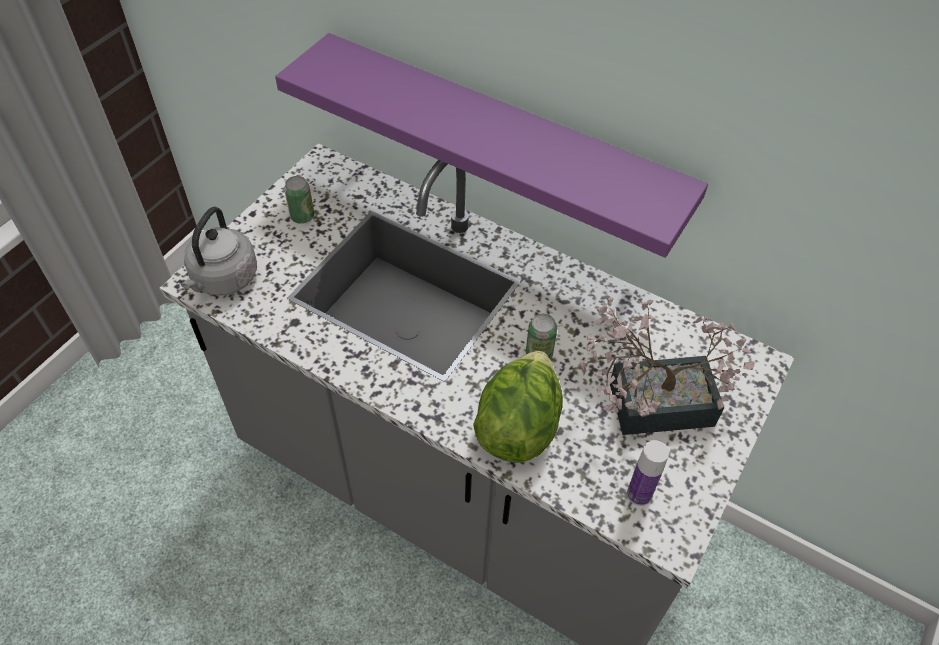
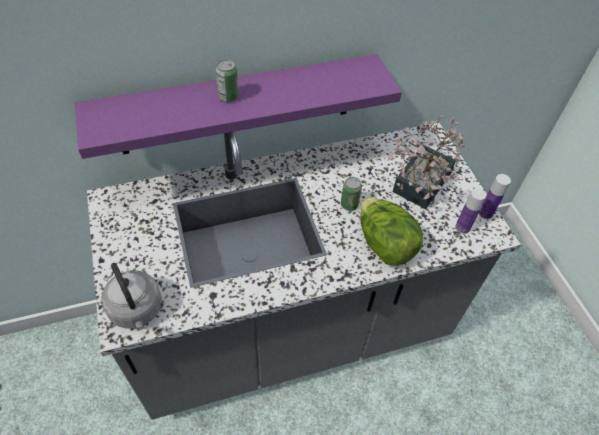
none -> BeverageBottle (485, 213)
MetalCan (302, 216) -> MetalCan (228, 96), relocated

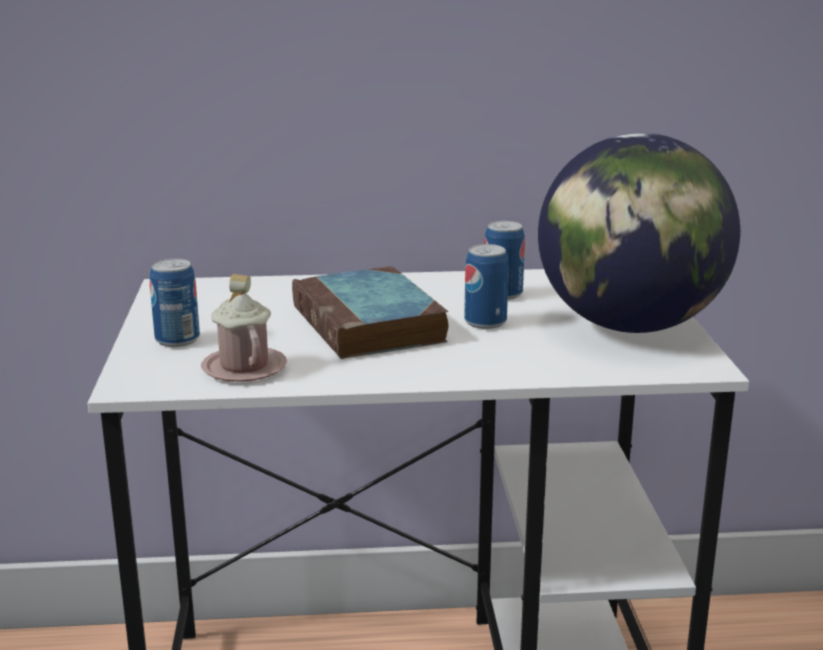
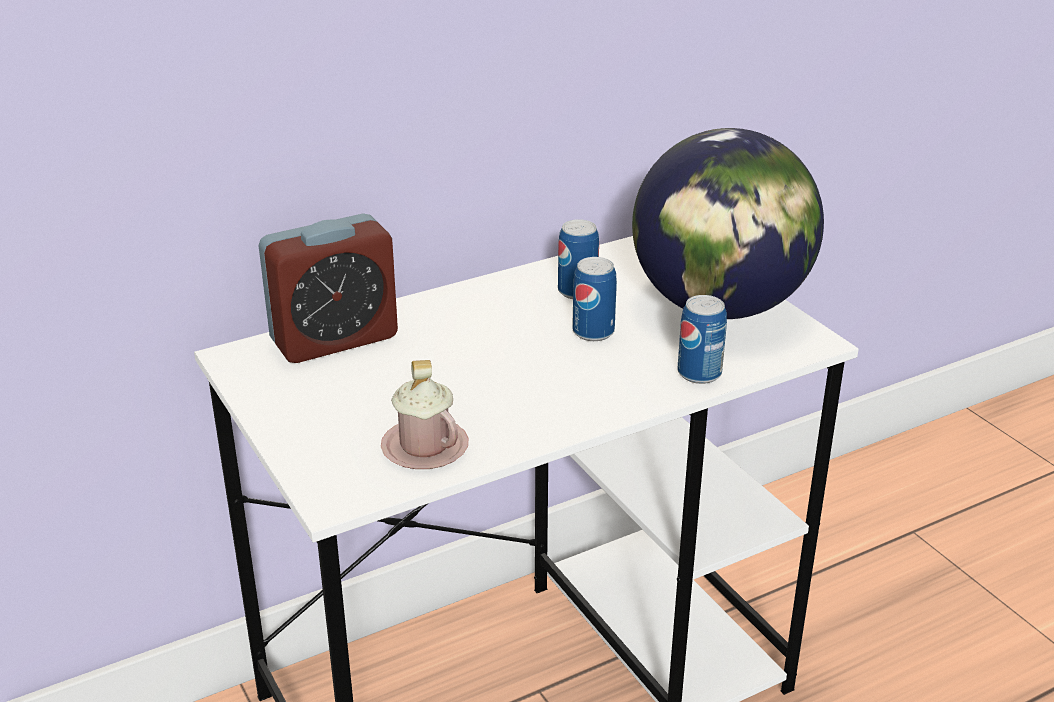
Book (370, 325) -> none
none -> BedsideClock (334, 339)
MetalCan (177, 340) -> MetalCan (699, 373), relocated

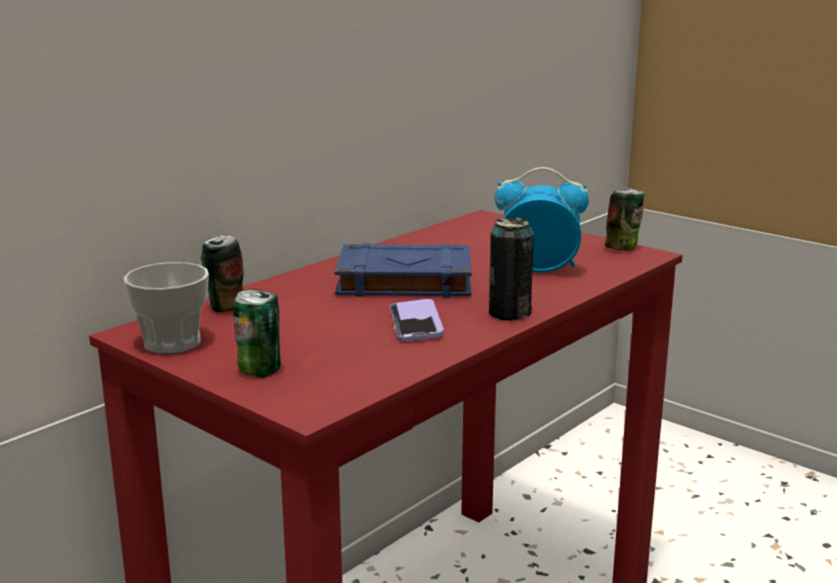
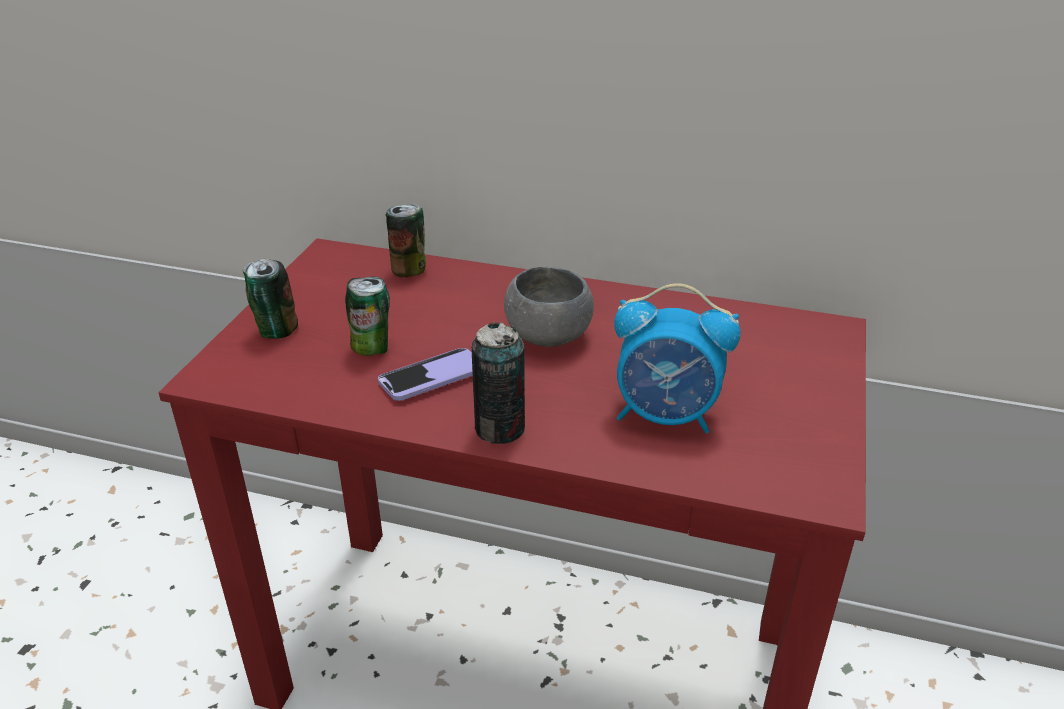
DrinkingCup (172, 343) -> none
MetalCan (622, 248) -> MetalCan (372, 348), relocated
BluishBook (403, 281) -> GrayDeepDish (548, 336)
BedsideClock (538, 270) -> BedsideClock (666, 416), 120 degrees clockwise

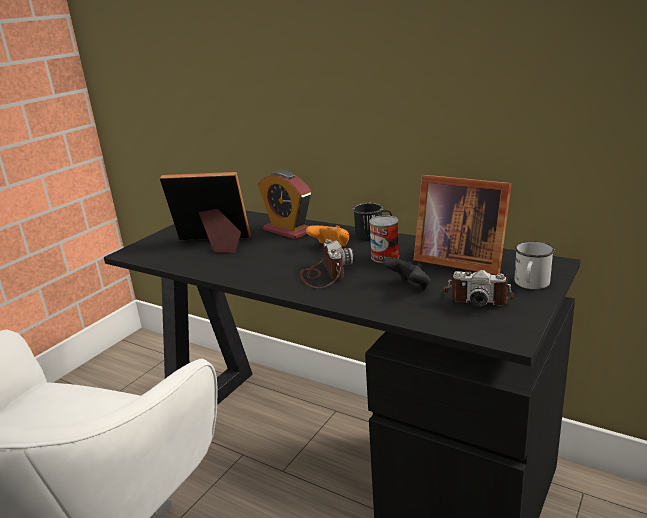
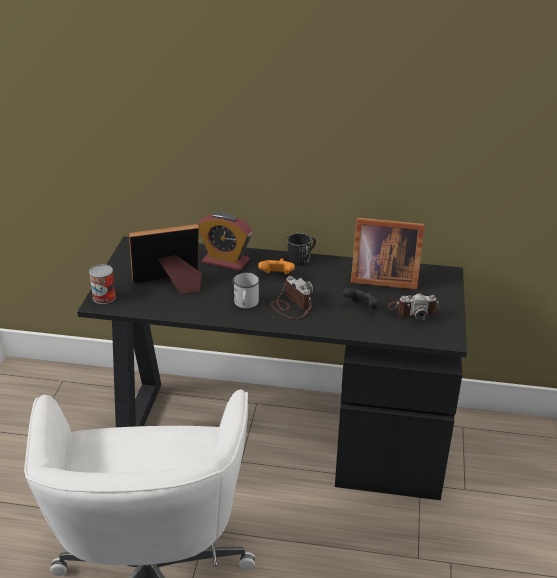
MetalCan (385, 257) -> MetalCan (104, 297), relocated
WhitishCoffeeMug (530, 284) -> WhitishCoffeeMug (245, 304), relocated

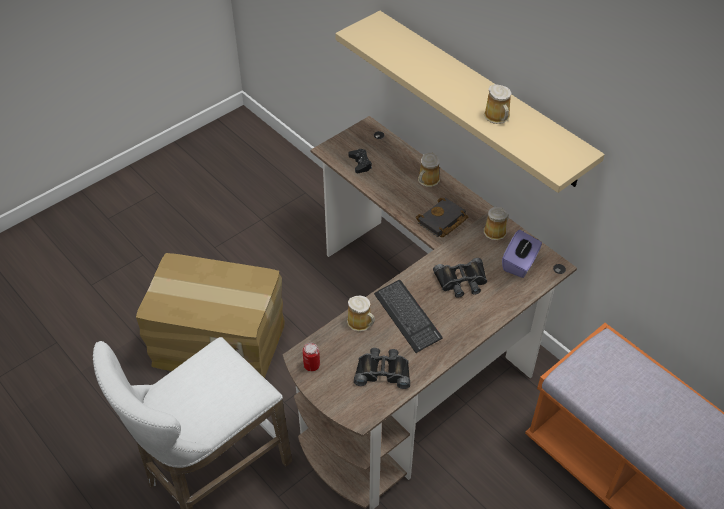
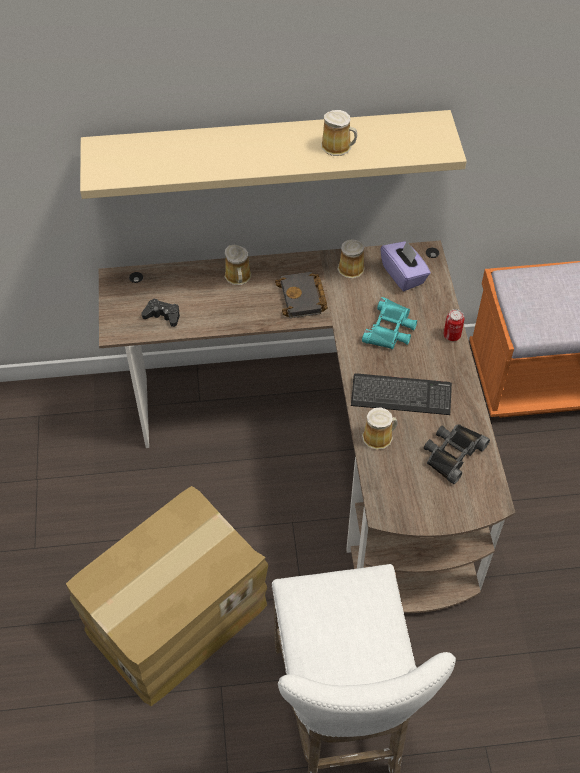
MetalCan (311, 365) -> MetalCan (452, 335), relocated
BlackishPairOfBinoculars (461, 281) -> TurquoisePairOfBinoculars (390, 329)

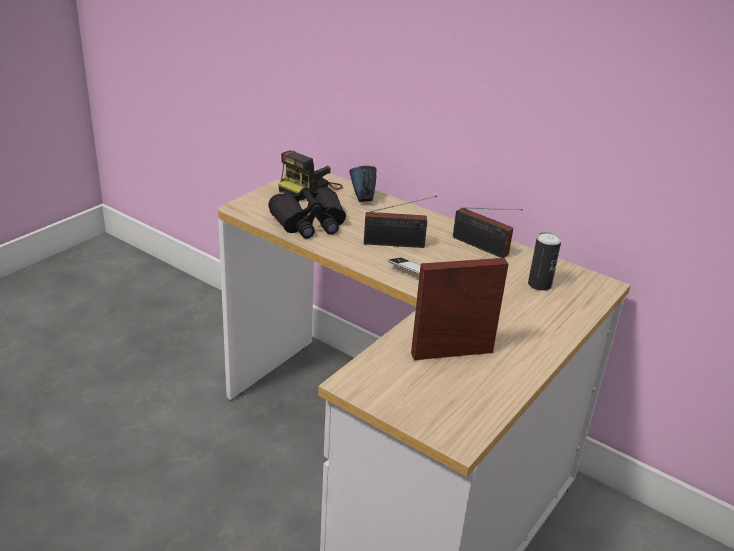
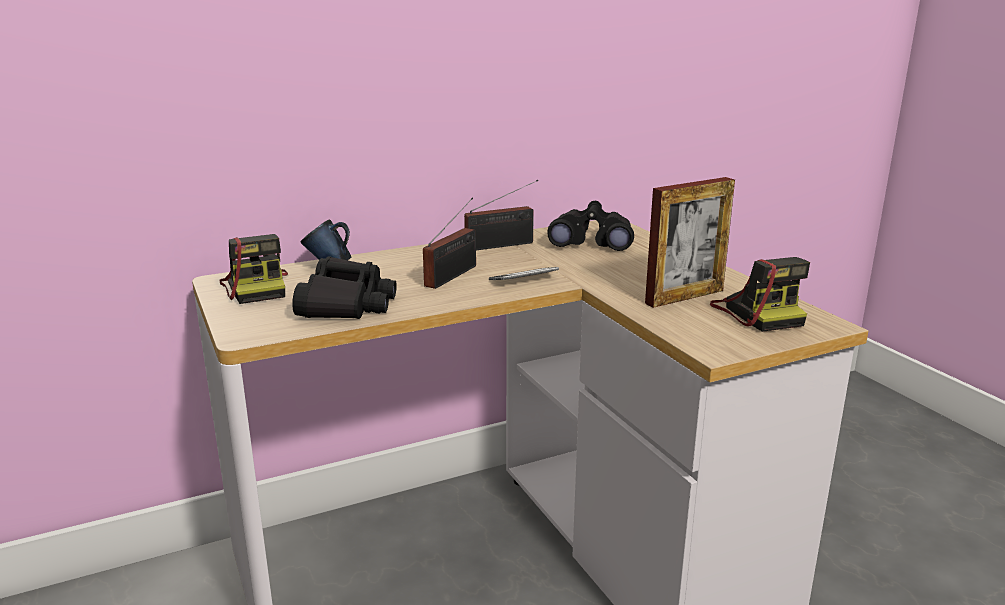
none -> StillCamera (757, 313)
MetalCan (539, 284) -> BlackishPairOfBinoculars (591, 242)
PictureFrame (452, 353) -> PictureFrame (684, 297), 135 degrees counterclockwise

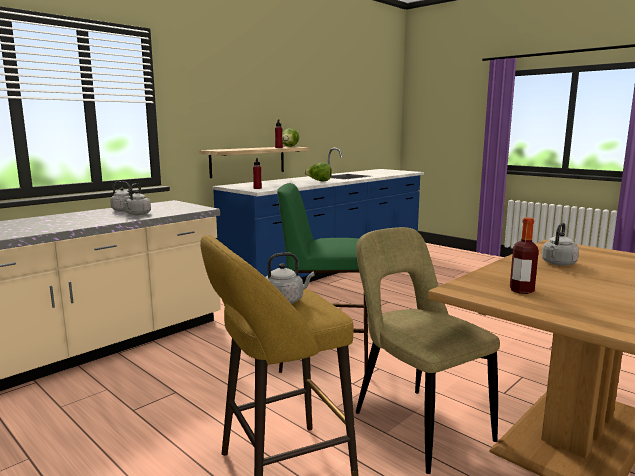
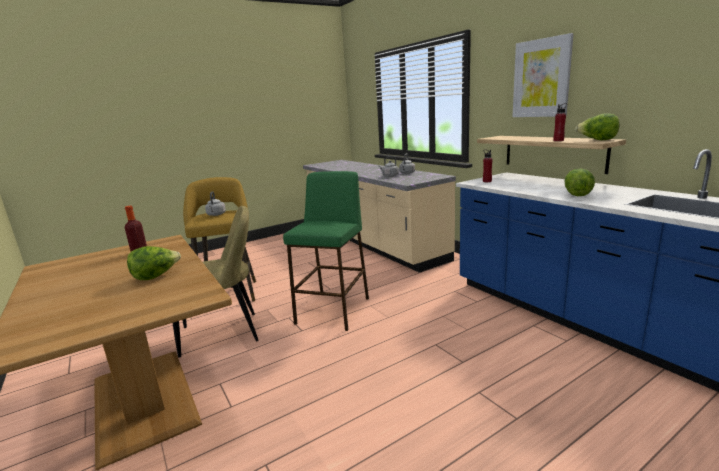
none -> WallArt (541, 78)
GrayWaterKettle (558, 264) -> LettuceHead (156, 276)

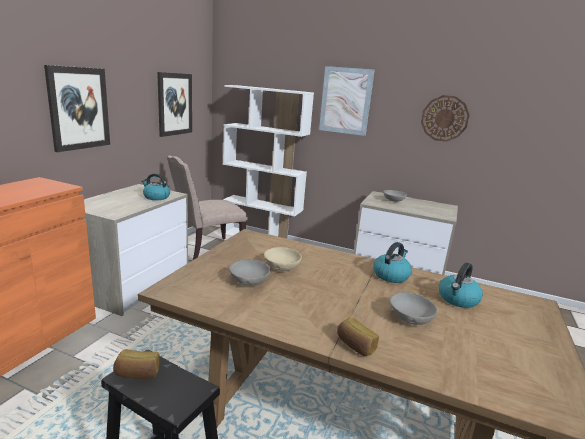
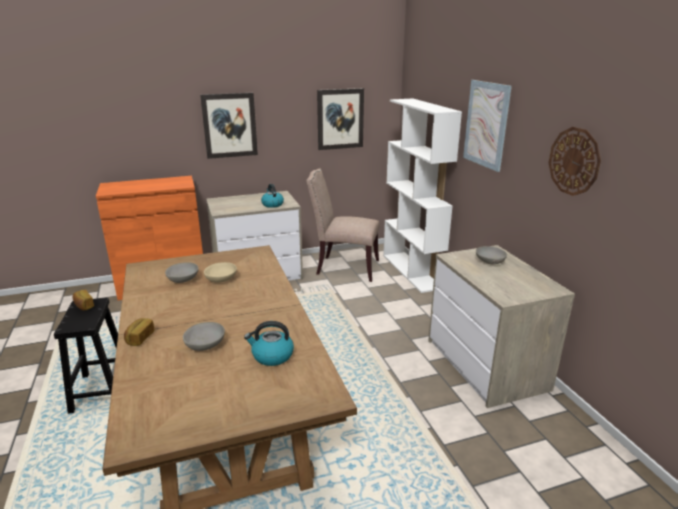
WaterKettle (391, 275) -> none

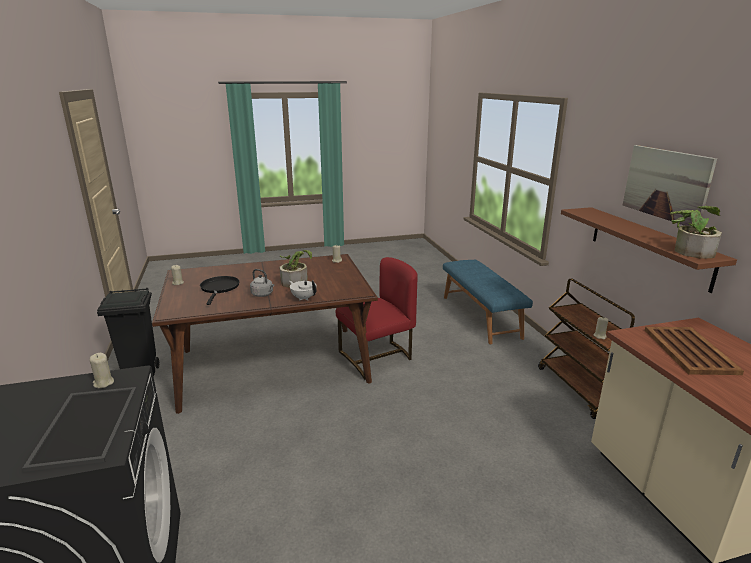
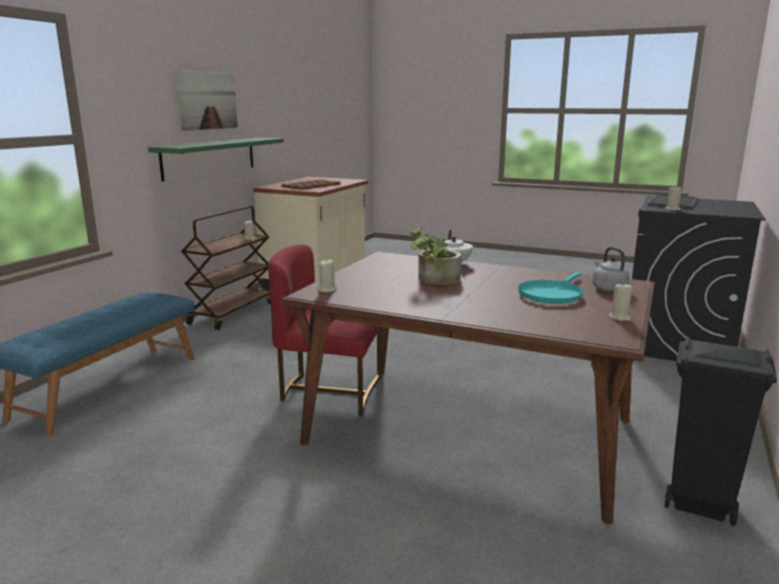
PottedPlant (690, 250) -> none
GrayWaterKettle (263, 294) -> GrayWaterKettle (608, 288), relocated
BlackishFryingPan (219, 288) -> TurquoiseFryingPan (551, 294)
BrownShelf (648, 246) -> GreenShelf (210, 157)

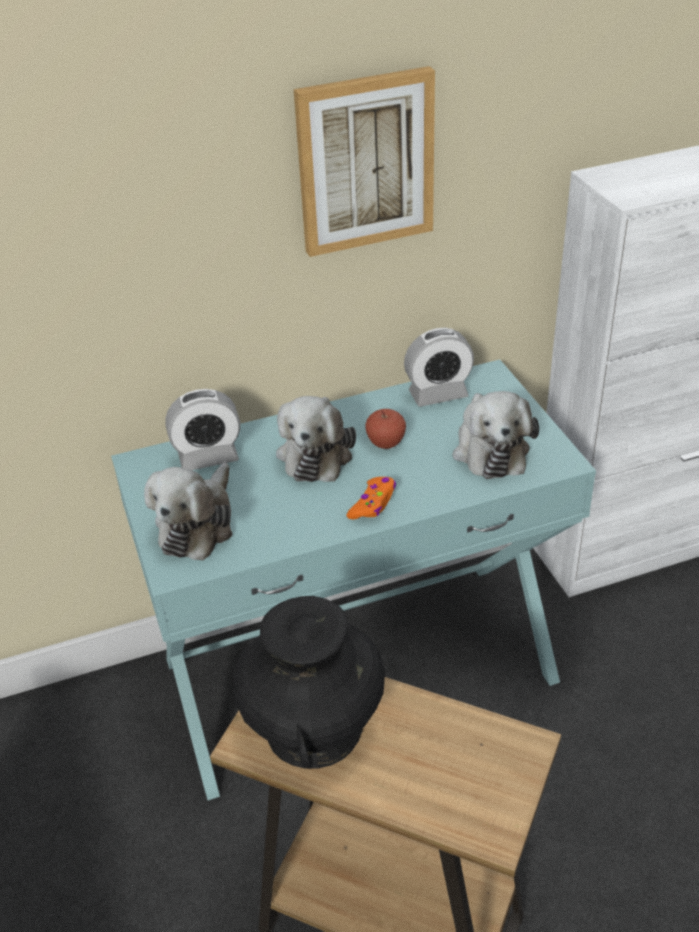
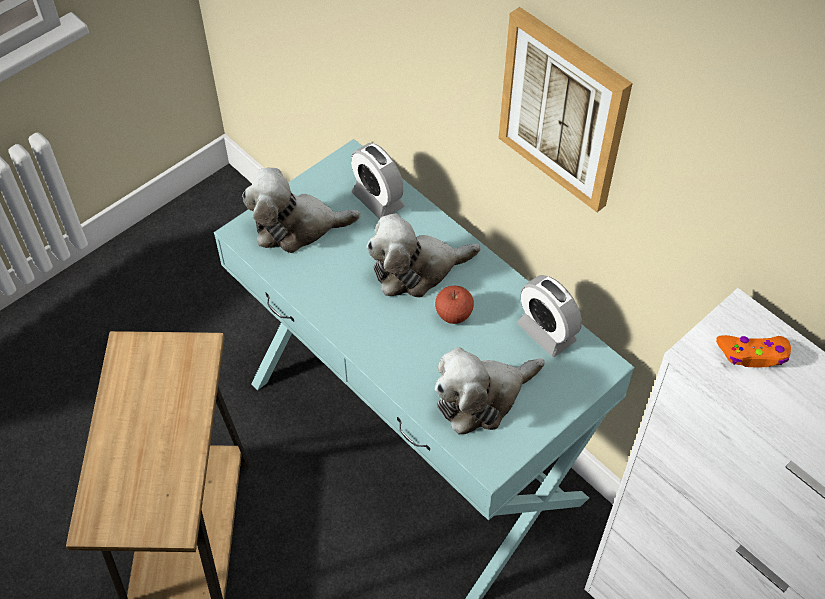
BlackishVase (314, 728) -> none
OrangeGamepad (373, 504) -> OrangeGamepad (753, 354), relocated

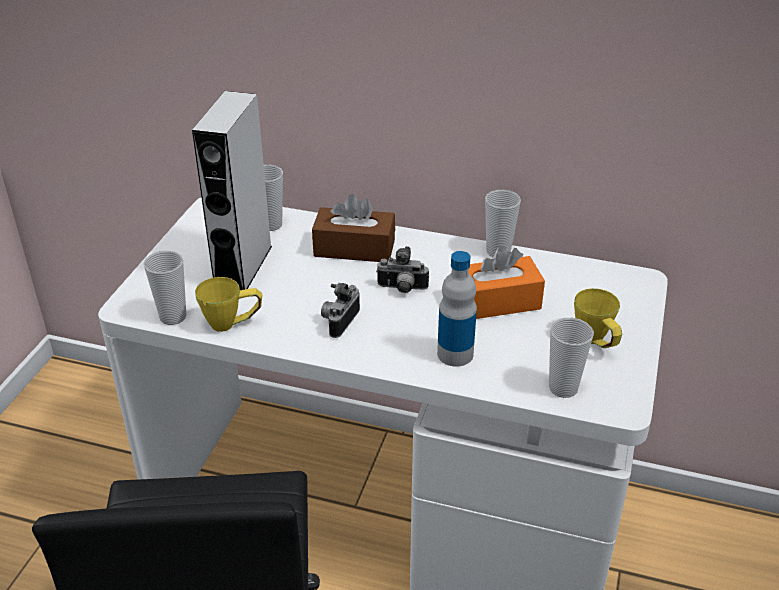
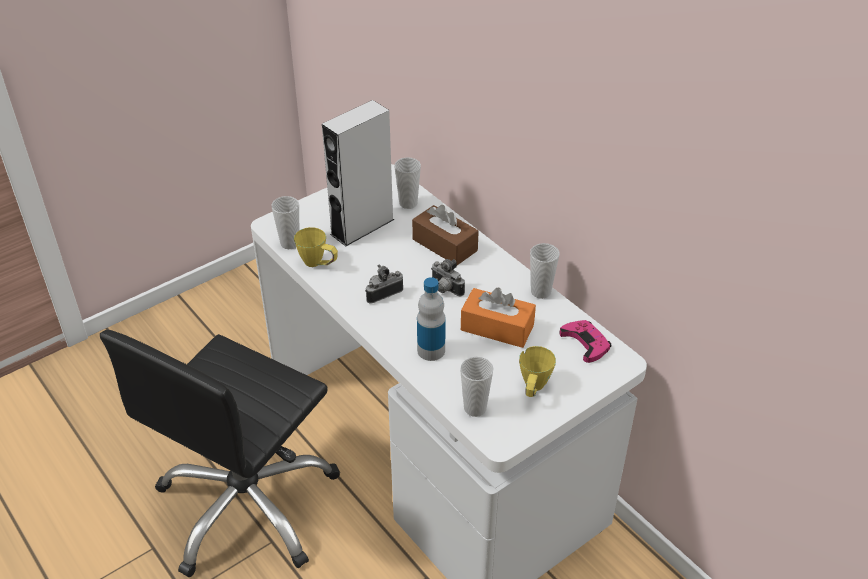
none -> PinkColouredGamepad (585, 343)

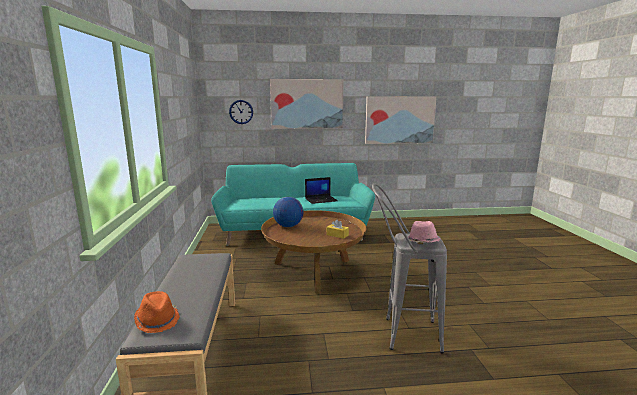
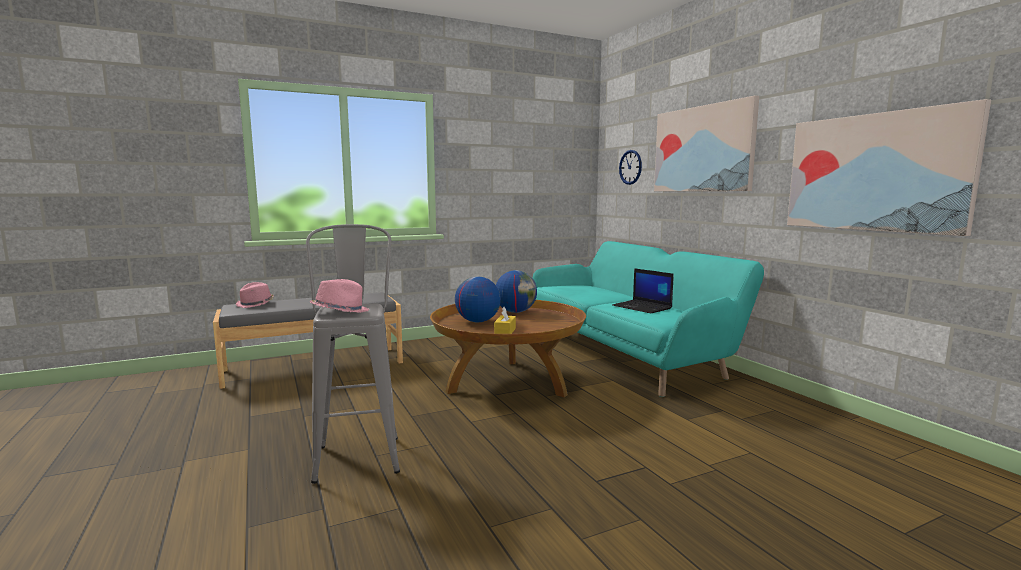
none -> WorldGlobe (477, 321)
OrangeHat (157, 320) -> PinkColouredHat (256, 304)

